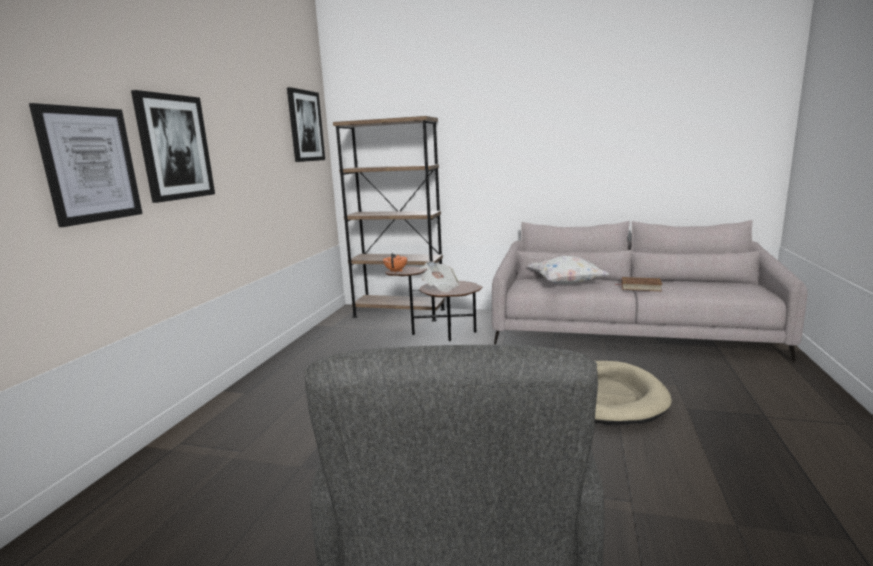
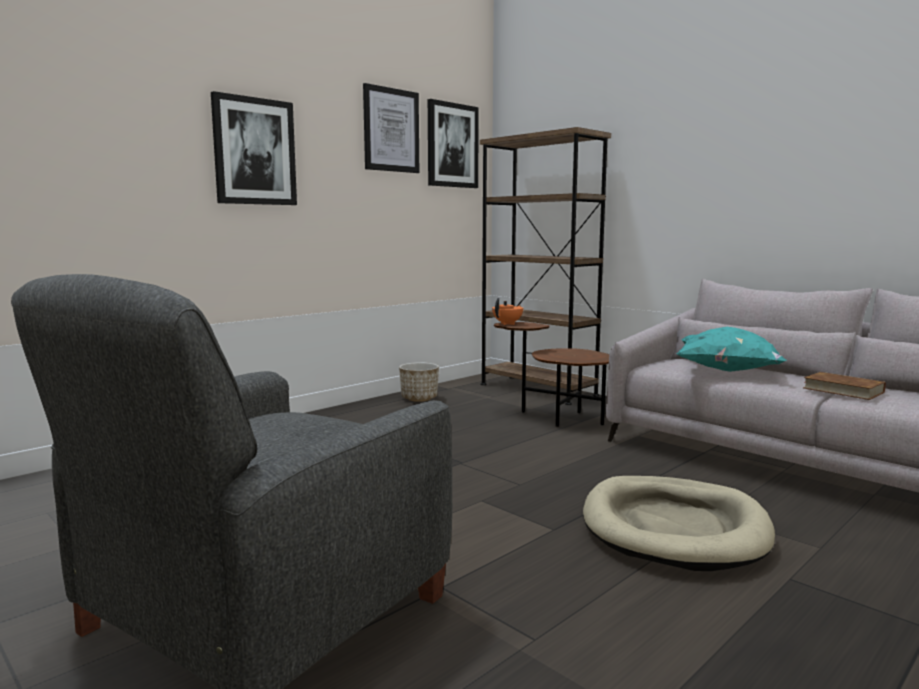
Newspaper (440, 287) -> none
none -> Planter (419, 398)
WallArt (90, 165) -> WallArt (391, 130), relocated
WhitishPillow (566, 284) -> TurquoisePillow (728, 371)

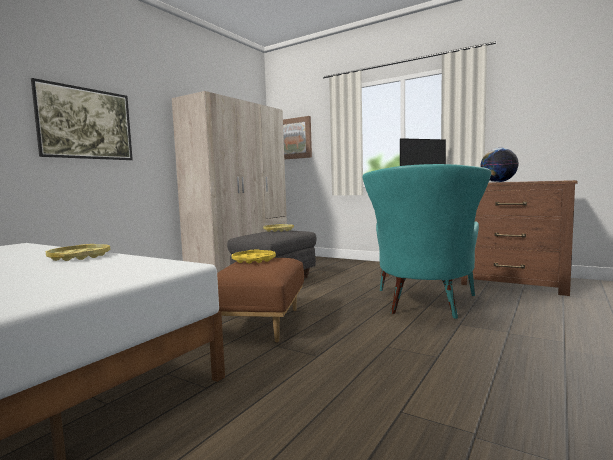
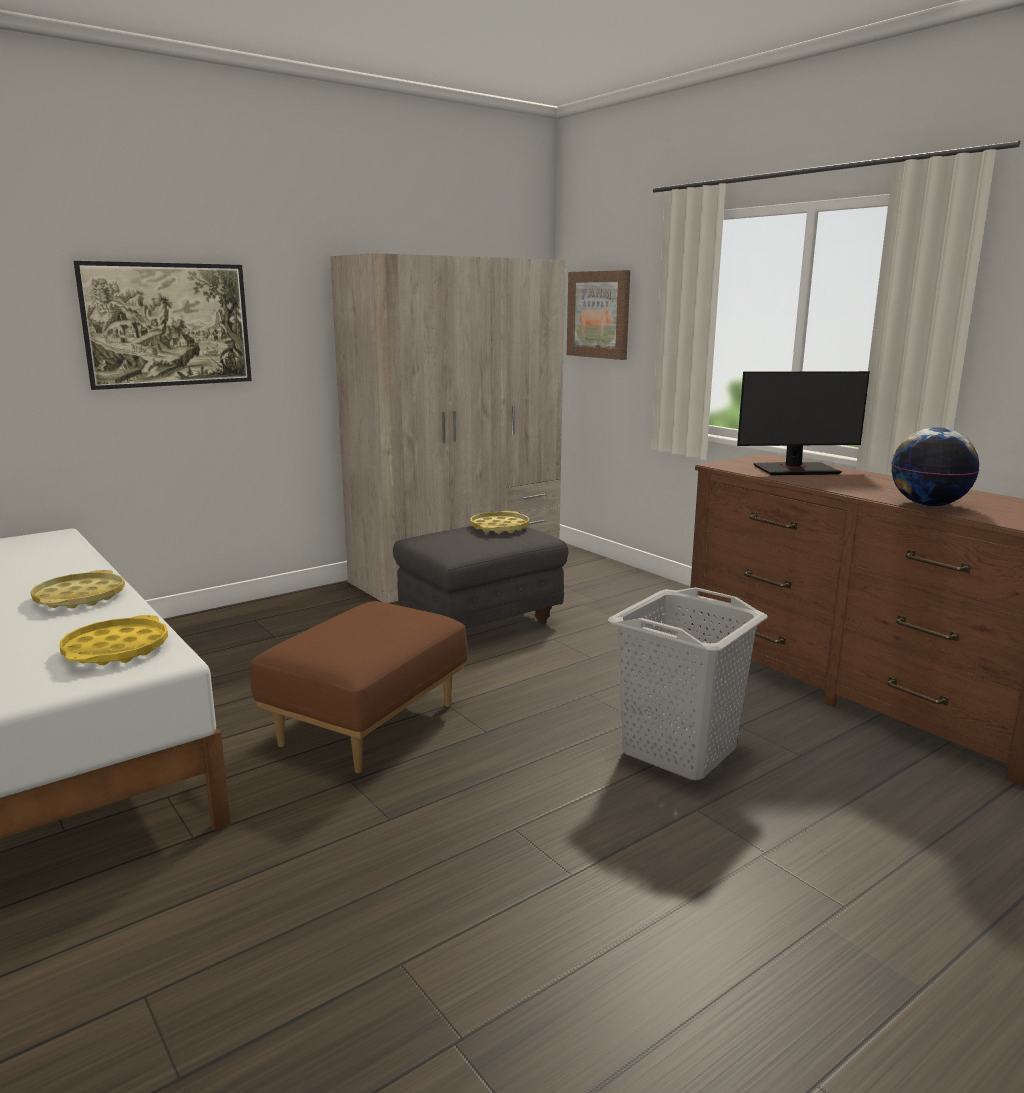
YellowServingTray (254, 260) -> YellowServingTray (116, 650), relocated
TurquoiseEasyChair (424, 307) -> GrayWashingBasket (678, 751)

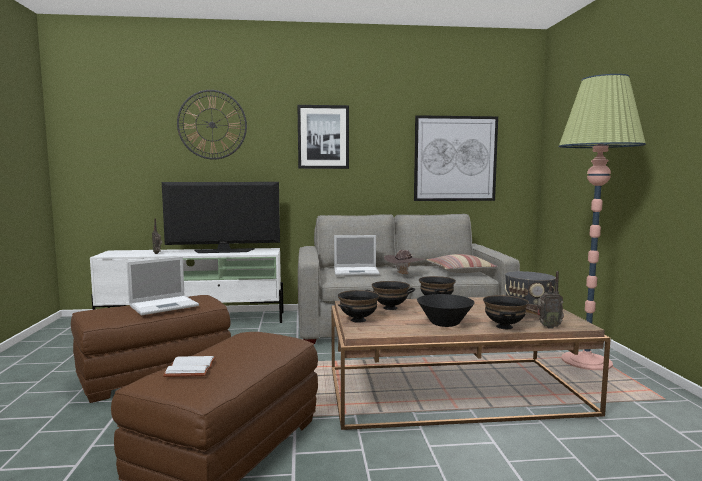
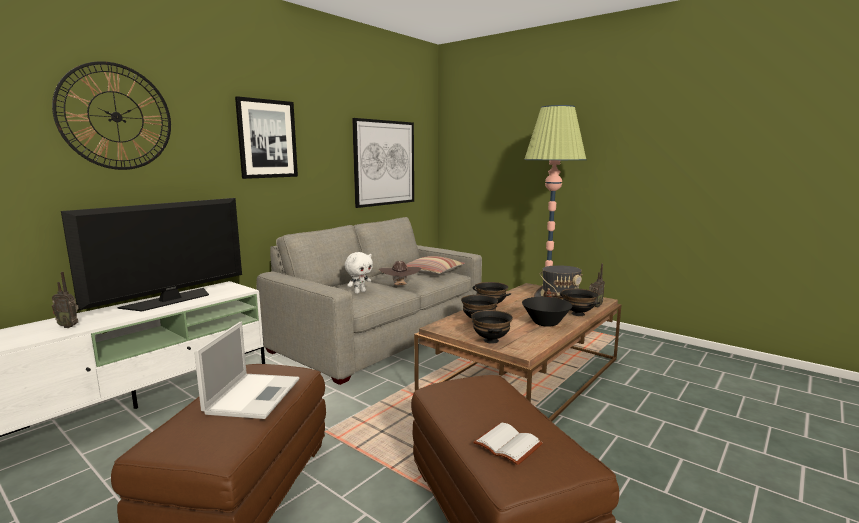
Laptop (357, 271) -> WhitishSoftToy (359, 292)

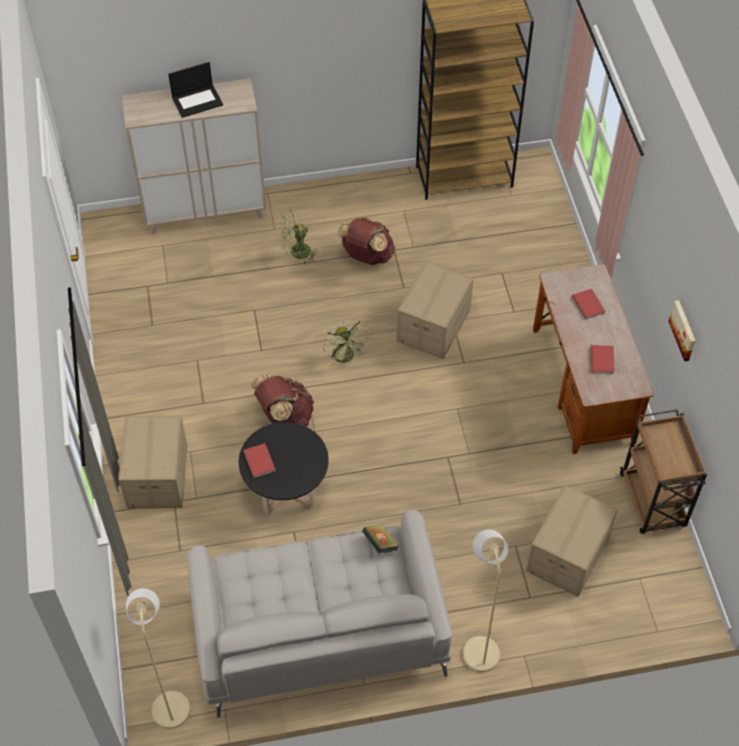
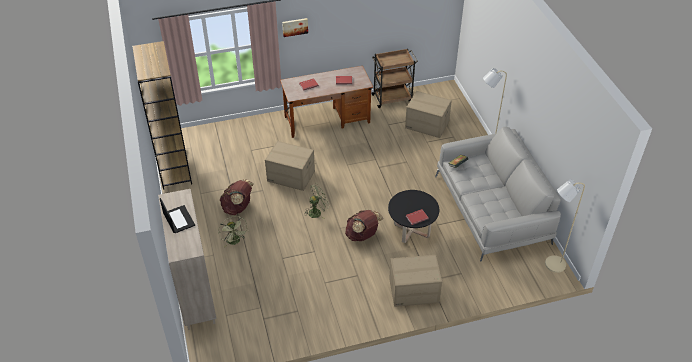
WallArt (684, 330) -> WallArt (295, 27), relocated

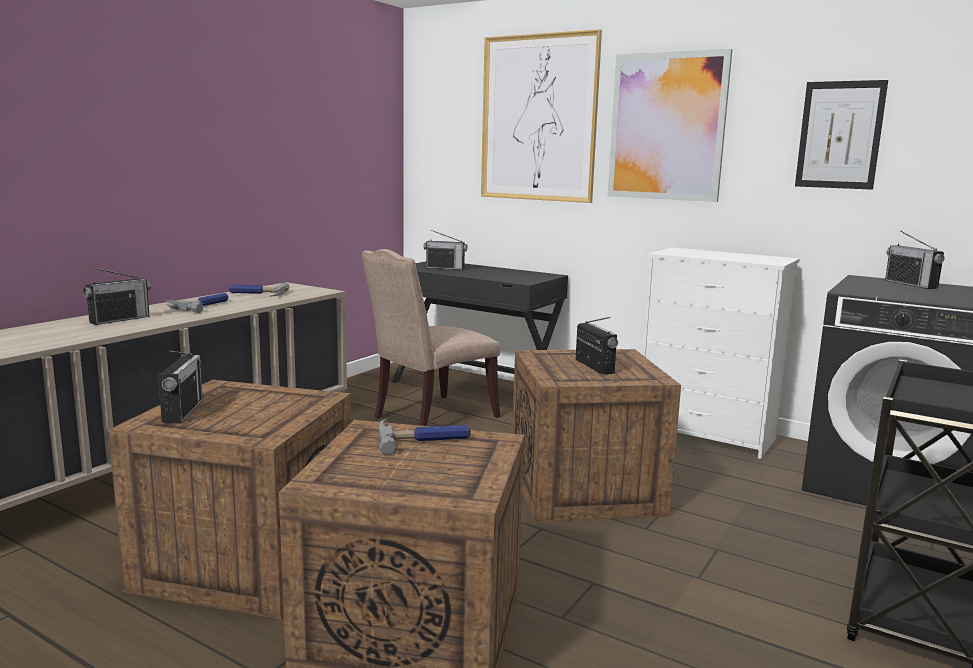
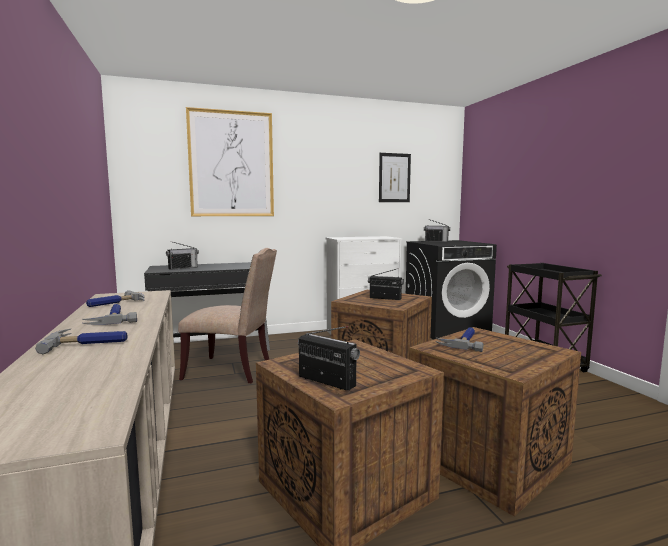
WallArt (667, 127) -> none
RadioSet (119, 319) -> Hammer (89, 343)
SandColouredPlainChair (431, 418) -> SandColouredPlainChair (232, 371), 75 degrees counterclockwise

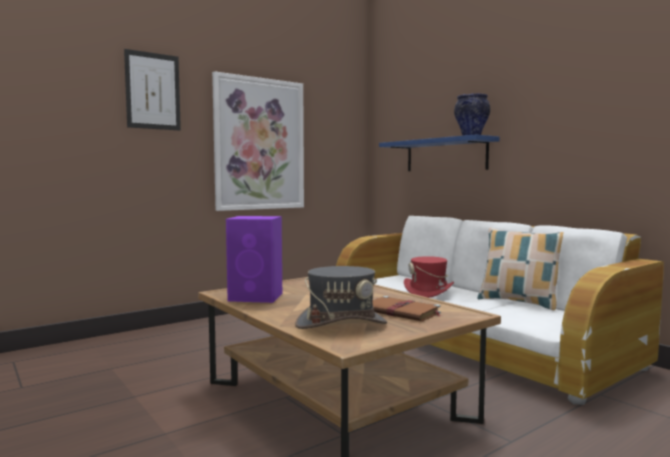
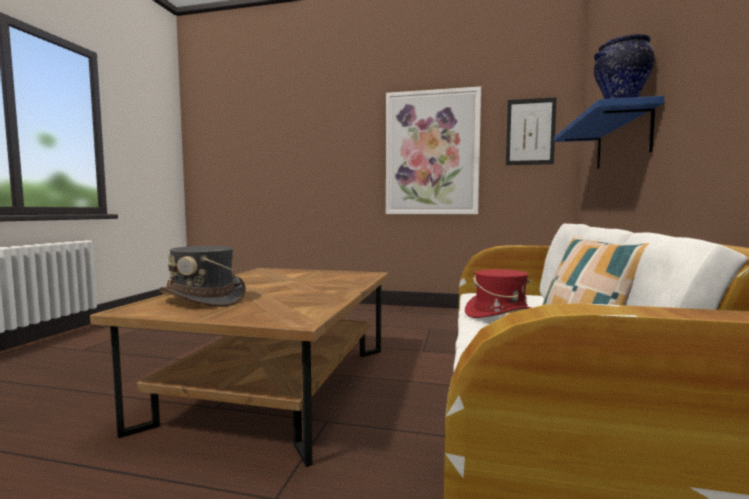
PurpleLoudspeaker (257, 297) -> none
BrownBook (402, 312) -> none
WallArt (153, 91) -> WallArt (530, 132), relocated

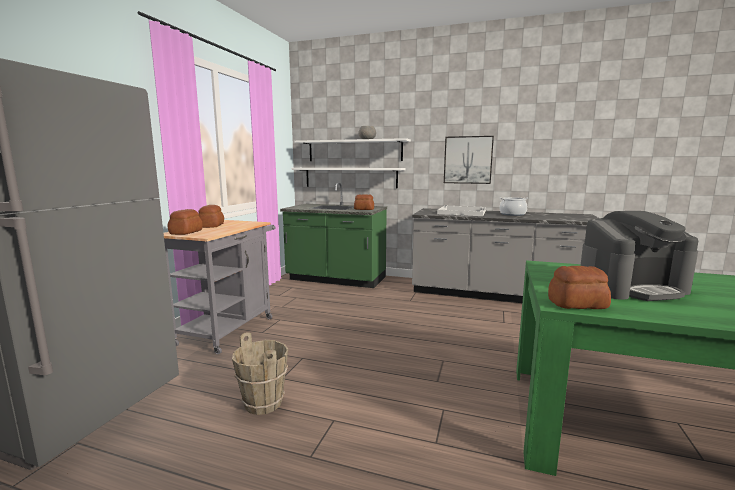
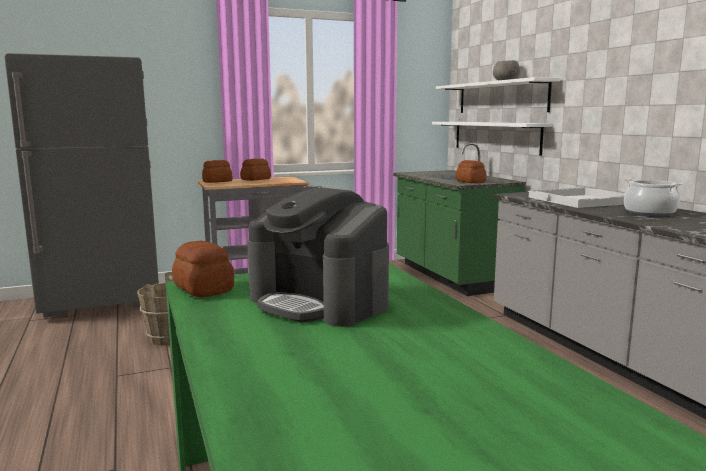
WallArt (468, 160) -> none

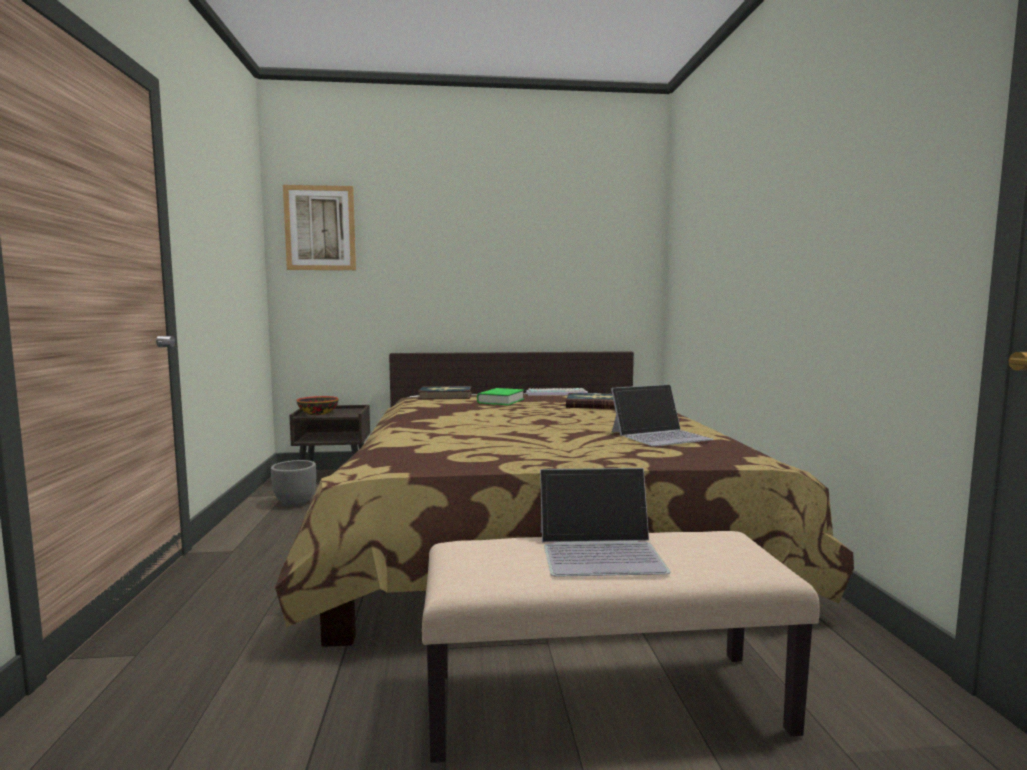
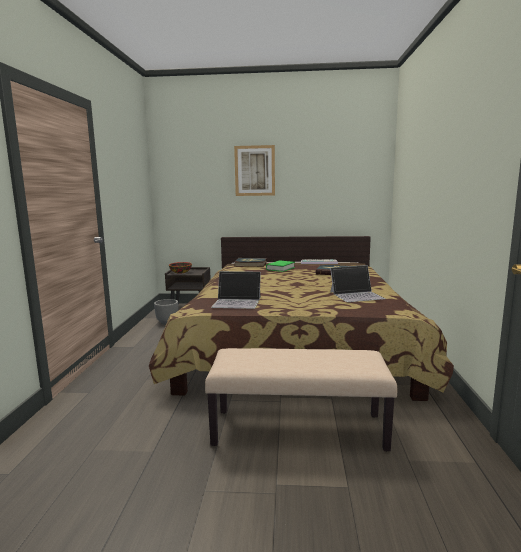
WallArt (320, 228) -> WallArt (254, 170), relocated
Laptop (600, 550) -> Laptop (237, 302), relocated

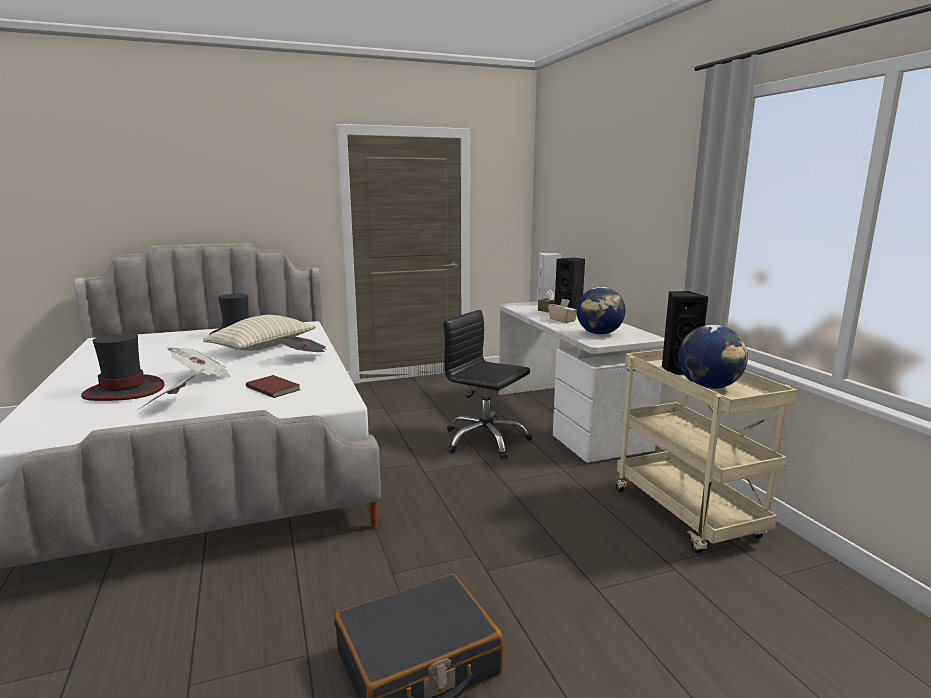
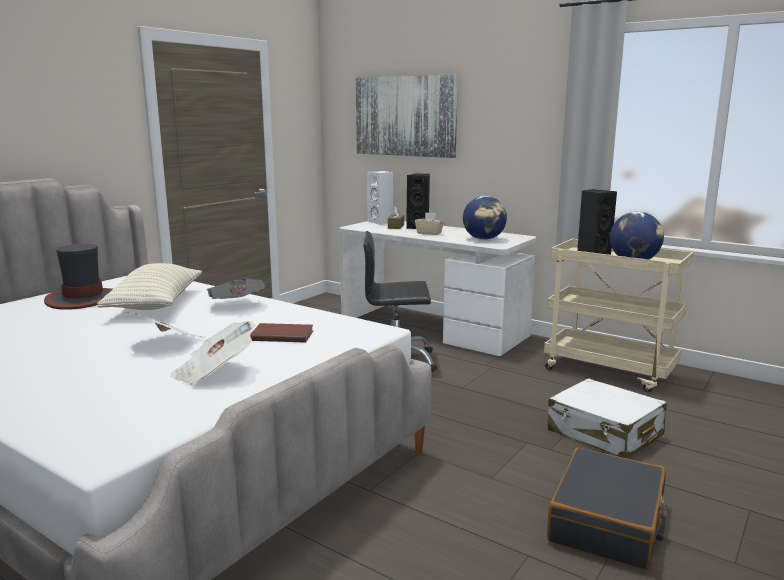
Hat (124, 390) -> none
none -> WallArt (405, 116)
none -> WhitishPieceOfLuggage (604, 433)

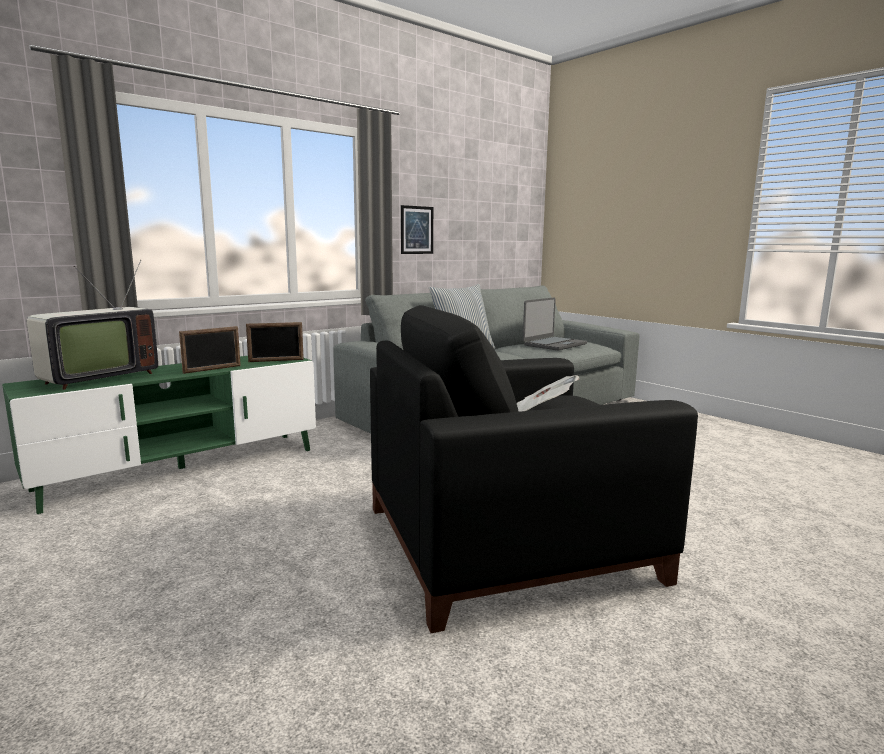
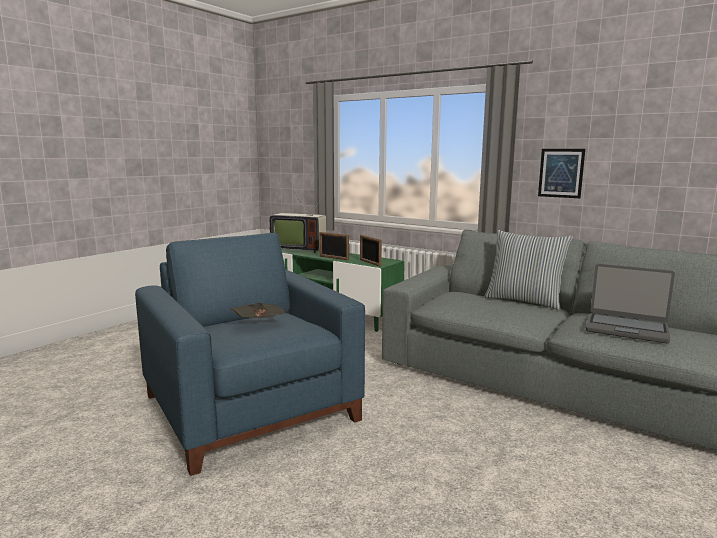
BlackishEasyChair (509, 541) -> BluishEasyChair (252, 408)

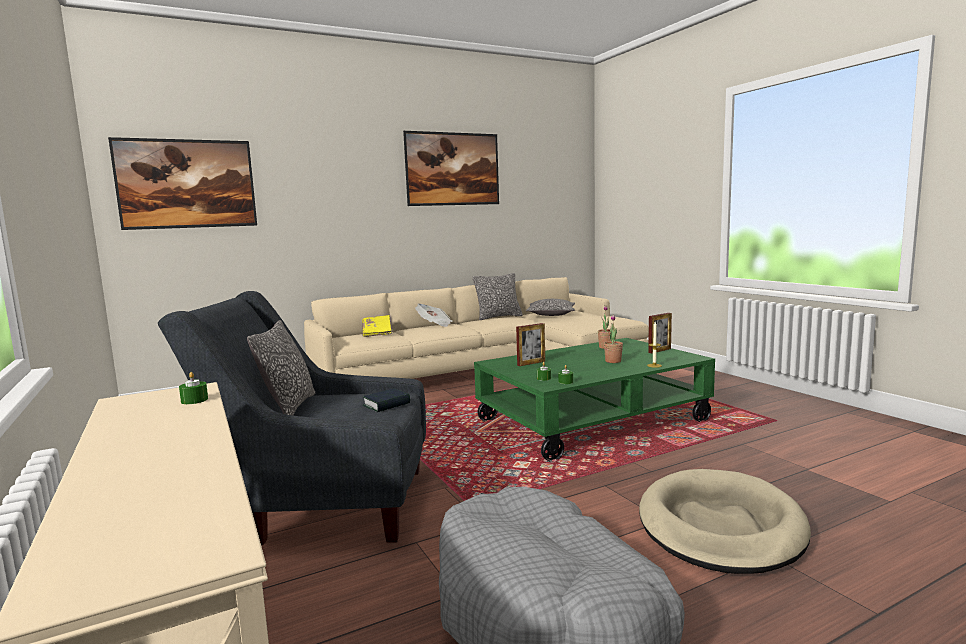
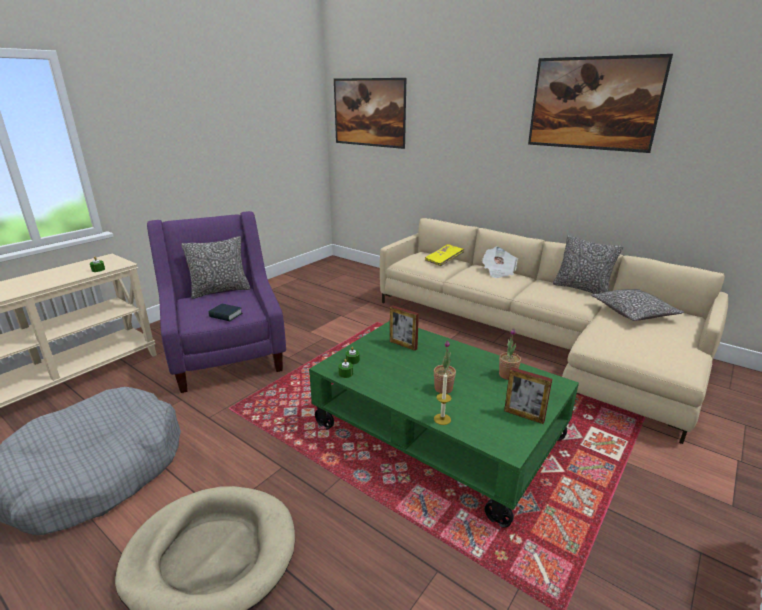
GrayEasyChair (324, 504) -> PurpleEasyChair (227, 354)

